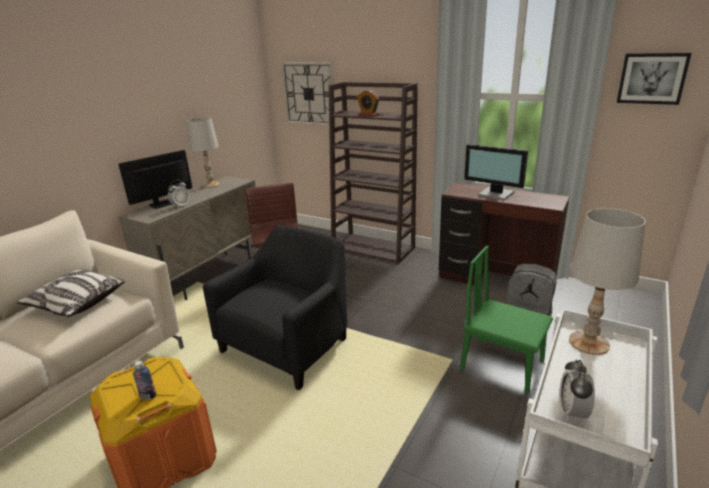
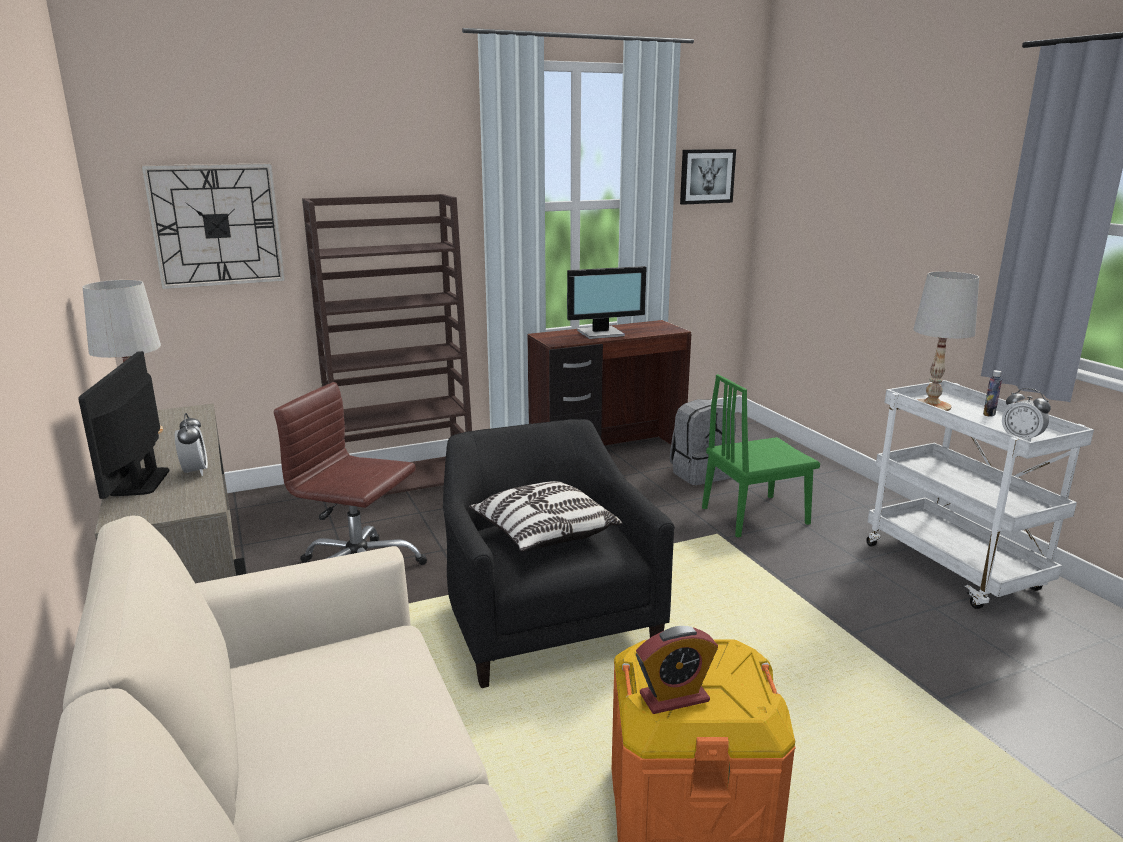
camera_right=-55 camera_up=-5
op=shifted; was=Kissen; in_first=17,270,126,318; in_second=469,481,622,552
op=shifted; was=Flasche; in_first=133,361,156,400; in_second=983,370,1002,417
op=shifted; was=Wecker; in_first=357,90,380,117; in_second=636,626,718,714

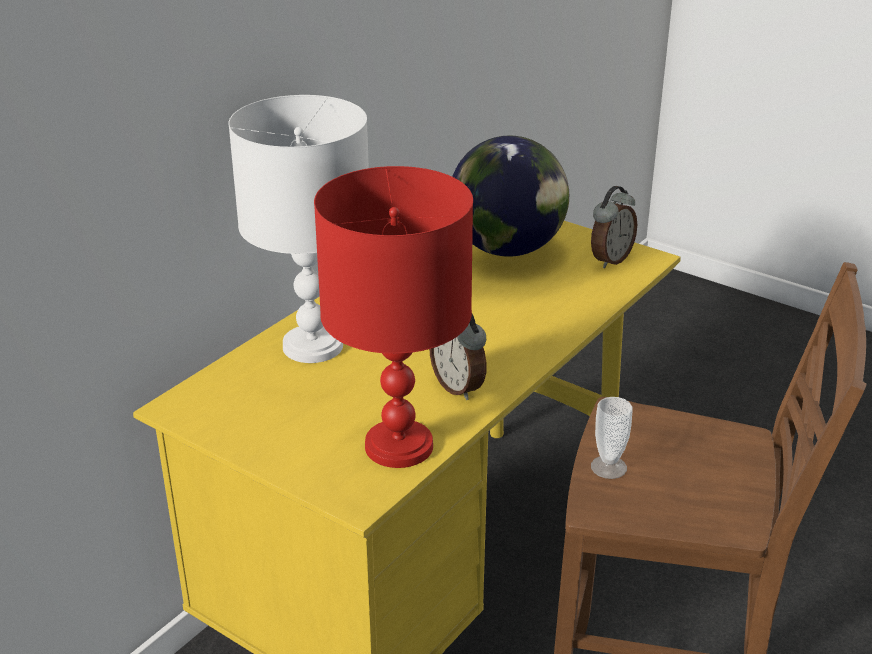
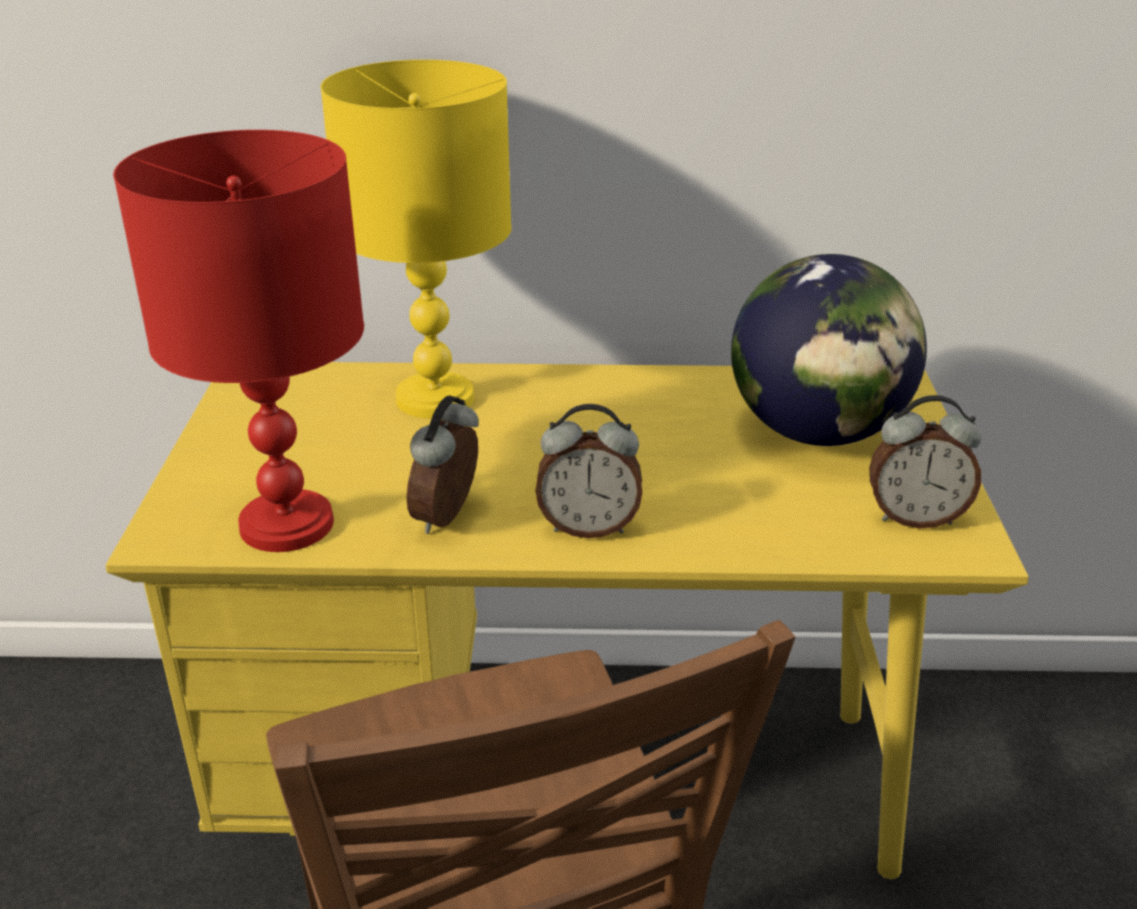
camera_right=55 camera_up=0
op=repainted; was=Tischlampe (weiß); now=Tischlampe (gelb); in_first=228,95,369,363; in_second=320,60,512,418
op=gone; was=Tasse; in_first=591,397,632,479
op=new; now=Wecker; in_second=536,404,642,538

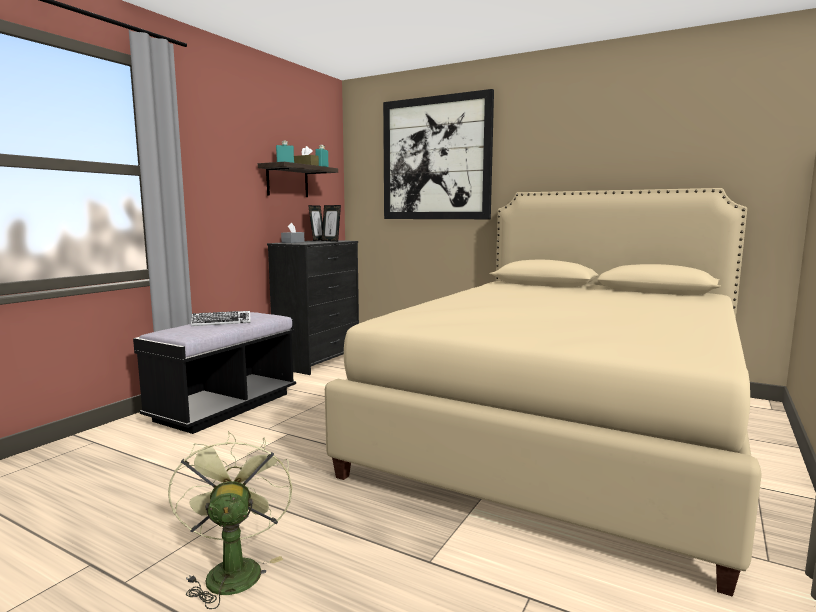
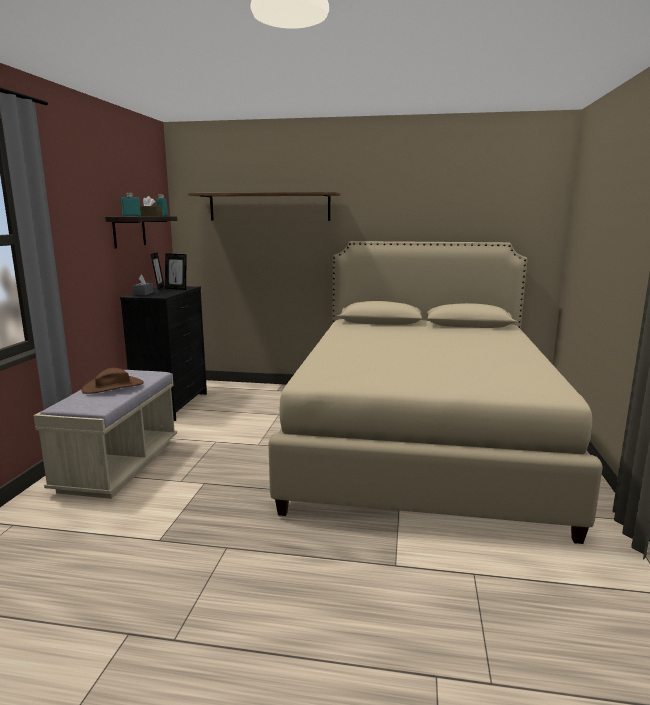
camera_right=-20 camera_up=5
op=repainted; was=Bank (schwarz); now=Bank (beige); in_first=133,312,296,434; in_second=34,370,177,499
op=gone; was=Ventilator (grün); in_first=168,431,292,609
op=swapped; was=Tastatur; now=Hut (braun); in_first=191,311,251,326; in_second=82,368,144,394
op=swapped; was=Bild; now=Wandregal; in_first=383,89,494,219; in_second=188,192,340,221

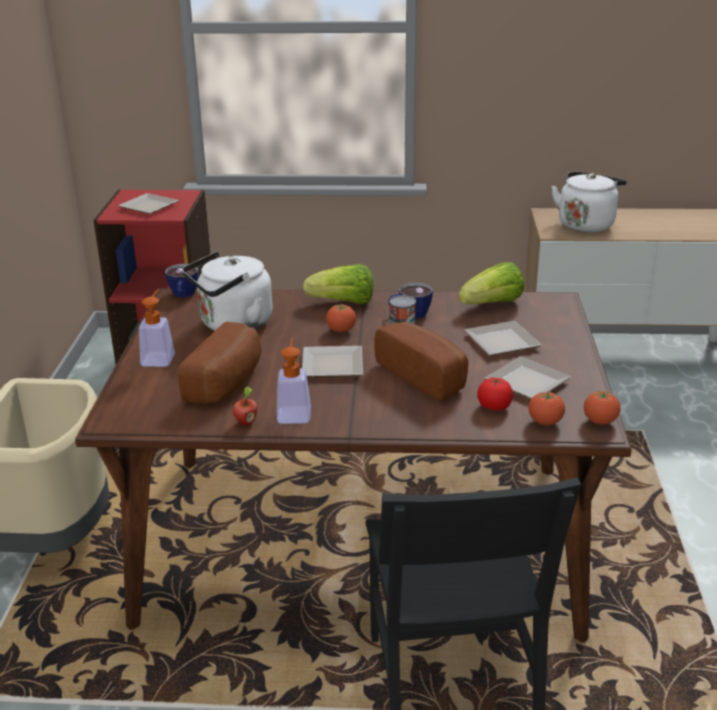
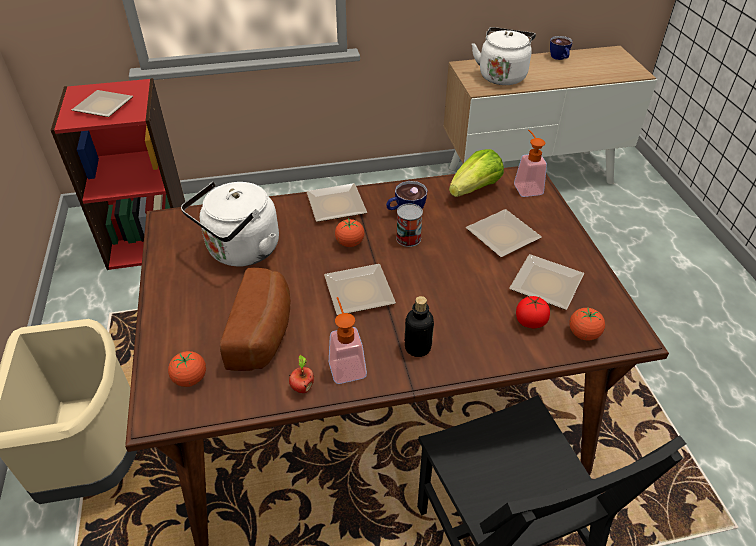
camera_right=-15 camera_up=15
op=shifted; was=Seifenspender; in_first=139,289,175,367; in_second=514,130,547,197
op=shifted; was=Tasse; in_first=165,264,198,297; in_second=550,36,573,60
op=swapped; was=Salatkopf; now=Teller; in_first=303,264,373,304; in_second=306,183,367,222
op=gone; was=Brot; in_first=374,322,468,401
op=shifted; was=Tomate; in_first=584,391,620,425; in_second=168,351,206,387
op=new; now=Flasche; in_second=405,296,434,357

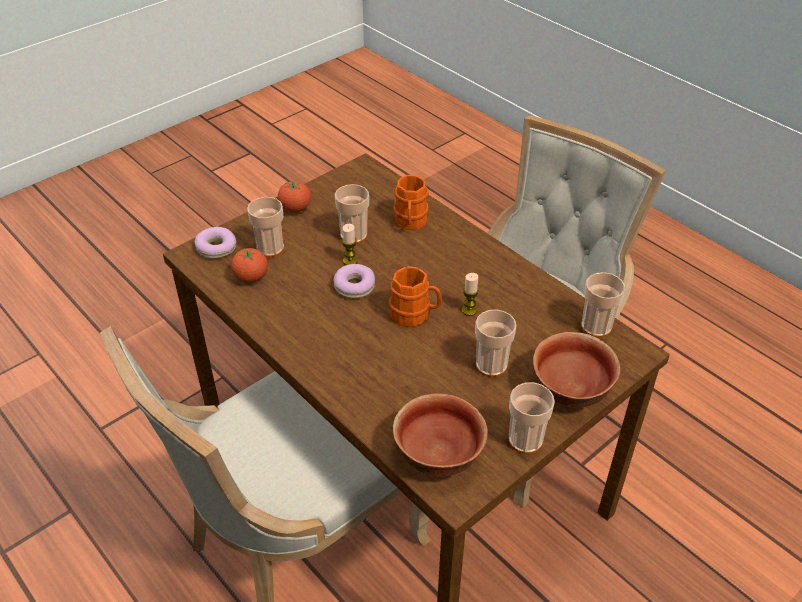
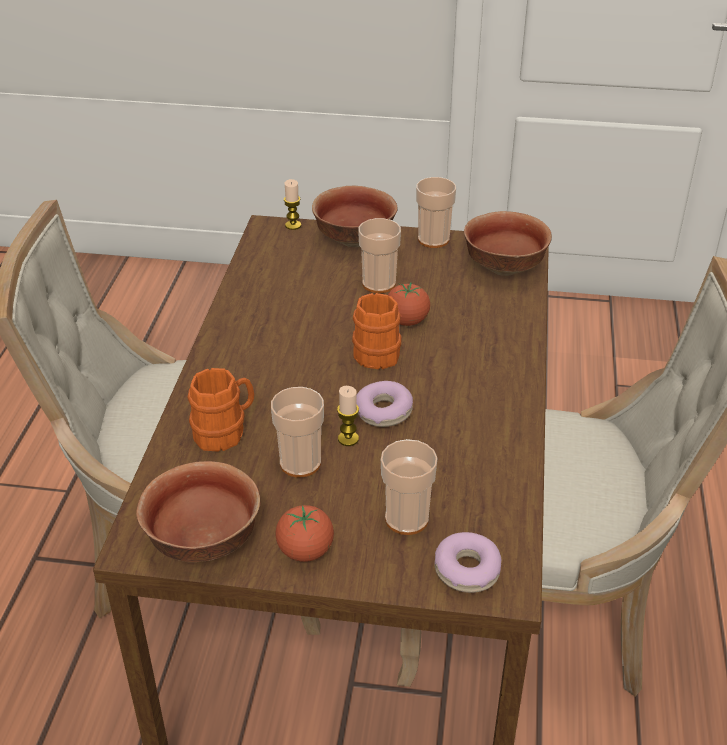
camera_right=-130 camera_up=-5
op=shifted; was=Tomate; in_first=231,248,268,283; in_second=388,282,430,326
op=shifted; was=Kerze; in_first=462,273,479,316; in_second=284,179,301,230
op=gone; was=Tasse; in_first=581,272,625,338
op=new; now=Schüssel; in_second=136,461,261,562

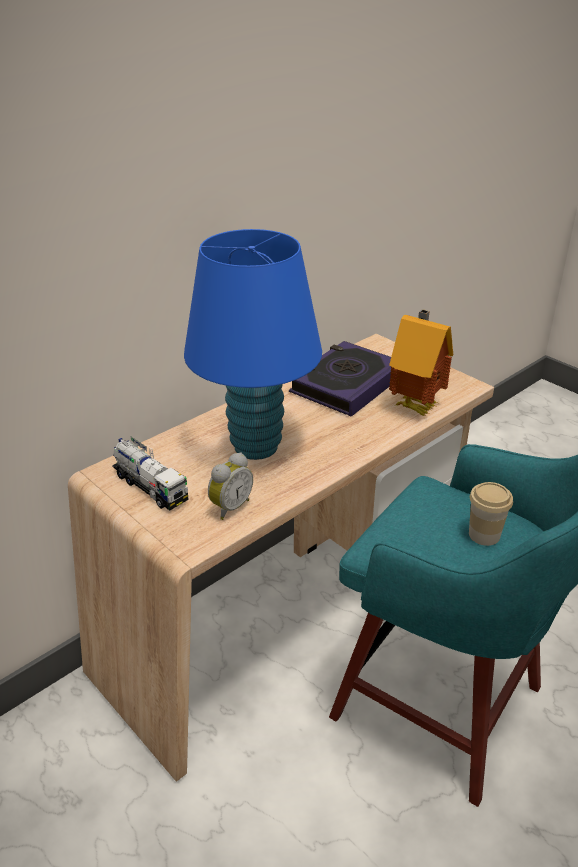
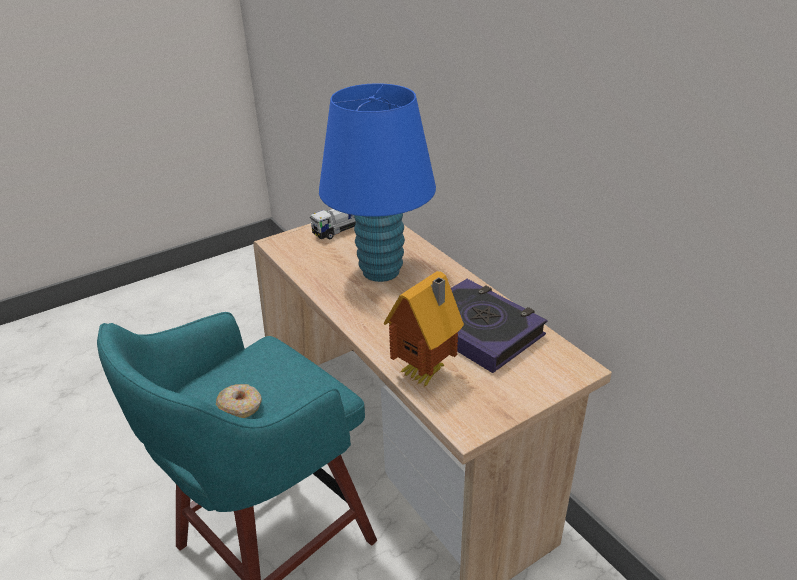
camera_right=100 camera_up=0
op=gone; was=Wecker; in_first=208,453,253,520
op=swapped; was=Tasse; now=Donut; in_first=469,482,513,546; in_second=216,384,262,418

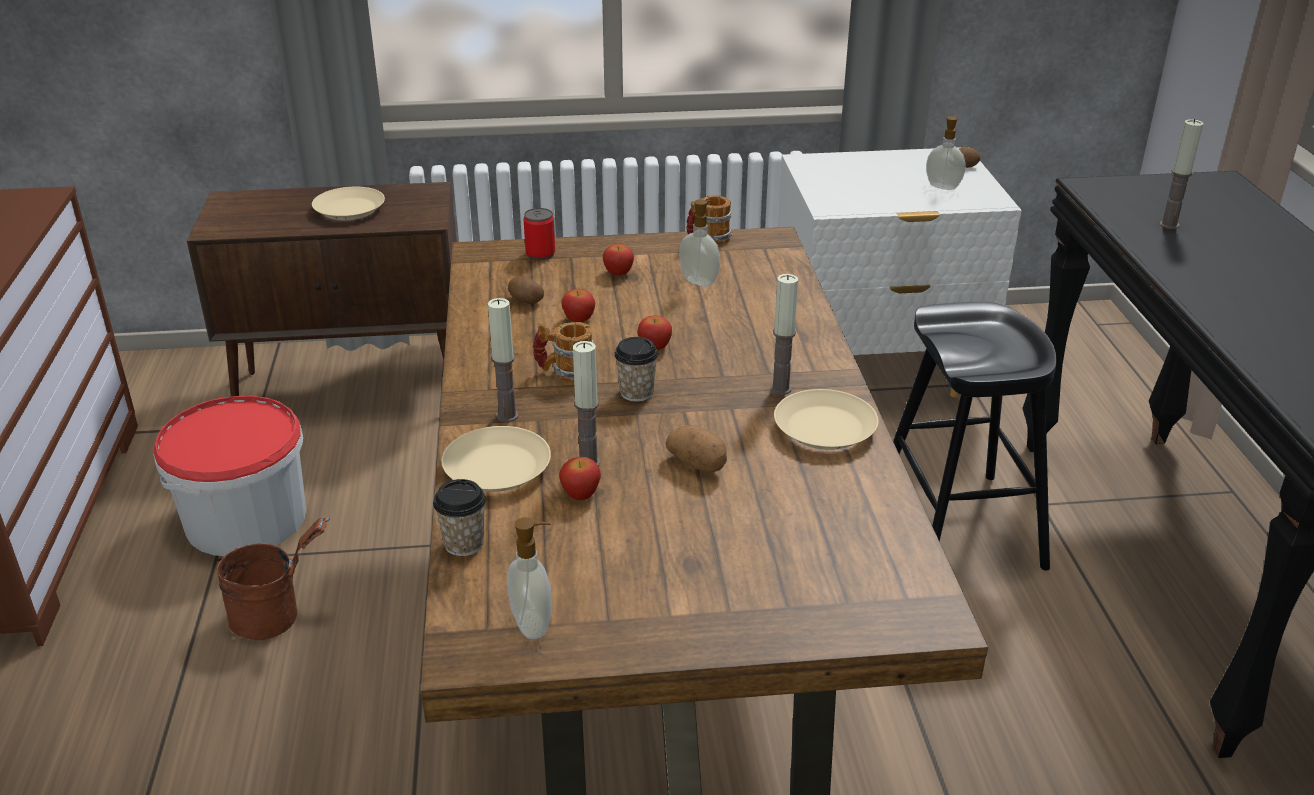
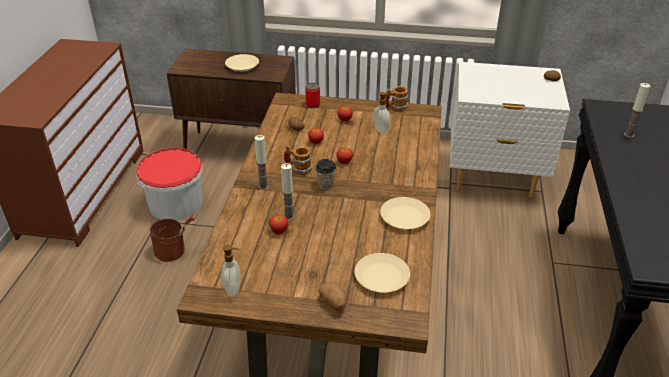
camera_right=15 camera_up=5
op=gone; was=Tasse; in_first=433,479,486,556
op=shifted; was=Teller (beige); in_first=442,426,551,492; in_second=355,253,410,293
op=shifted; was=Kartoffel; in_first=666,425,727,472; in_second=319,282,347,311
op=gone; was=Kerze; in_first=770,274,798,395
op=gone; was=Hocker (schwarz); in_first=893,302,1056,570
op=gone; was=Seifenspender; in_first=926,116,965,190

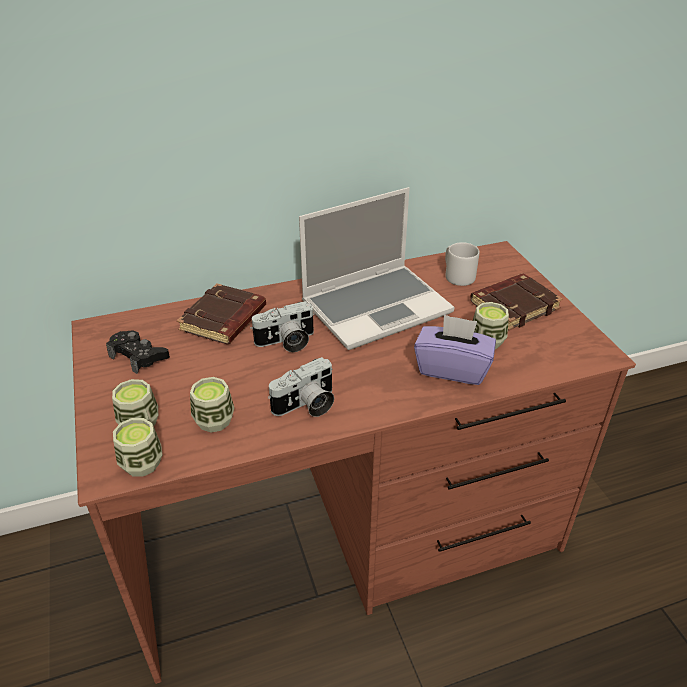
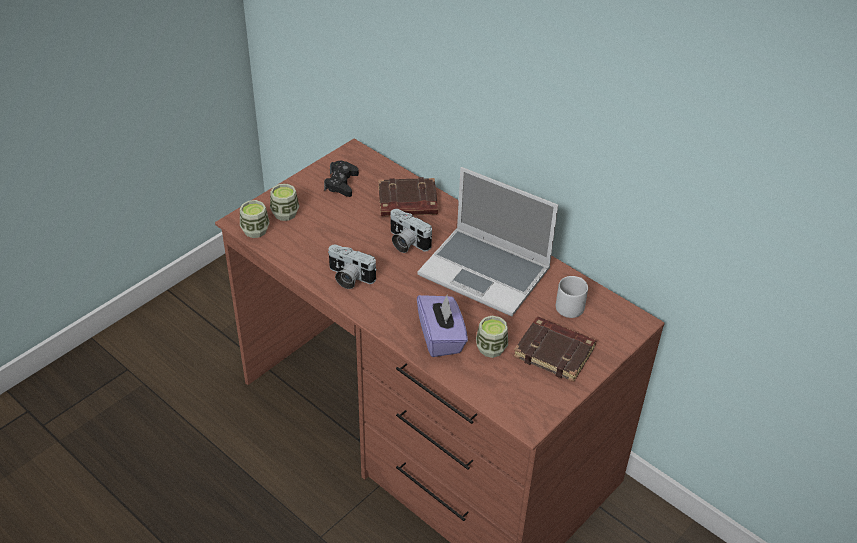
camera_right=60 camera_up=5
op=gone; was=Tasse; in_first=190,377,234,432

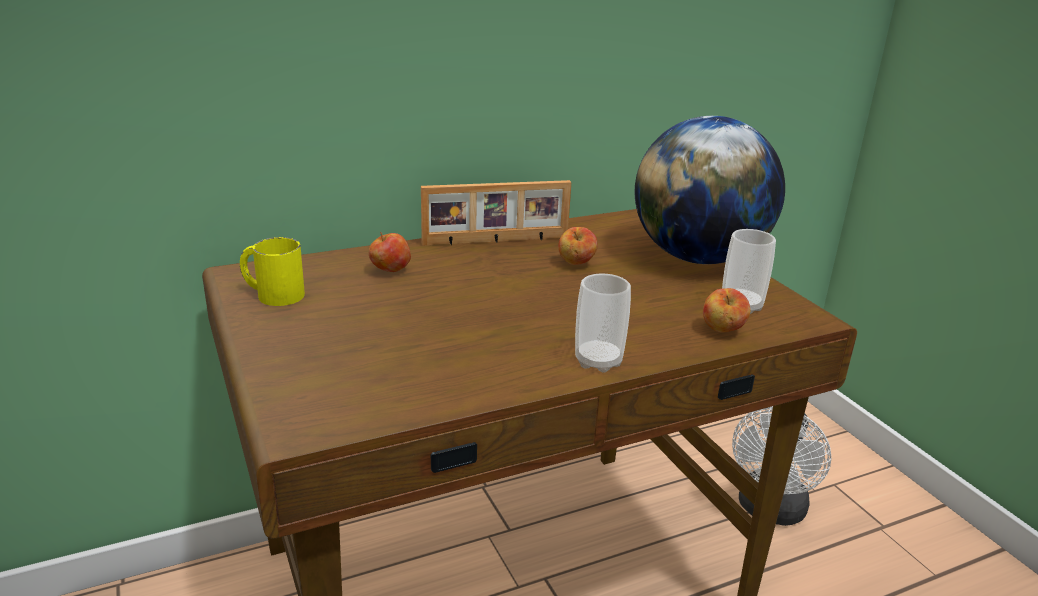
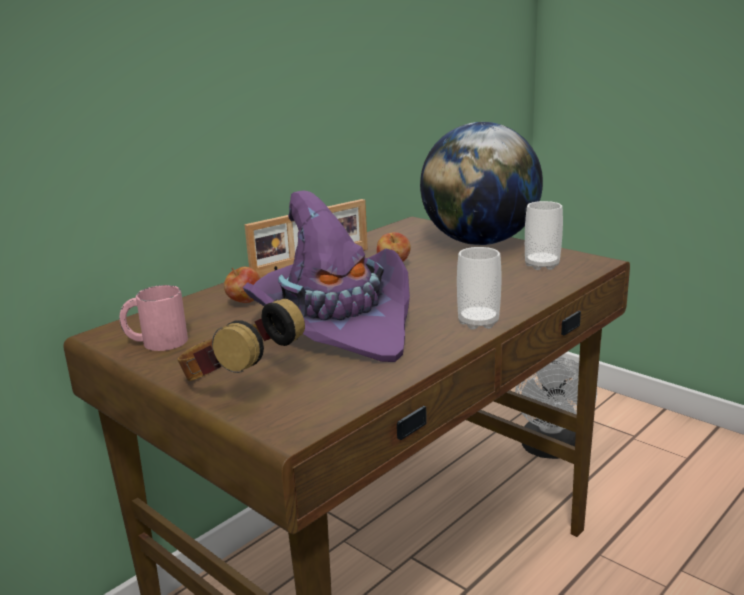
camera_right=-20 camera_up=-5
op=repainted; was=Henkelbecher (gelb); now=Henkelbecher (rosa); in_first=240,237,305,306; in_second=119,285,188,351
op=gone; was=Apfel; in_first=703,288,751,333
op=new; now=Kopfhörer; in_second=178,299,305,381
op=new; now=Hut (lila); in_second=243,190,410,362

